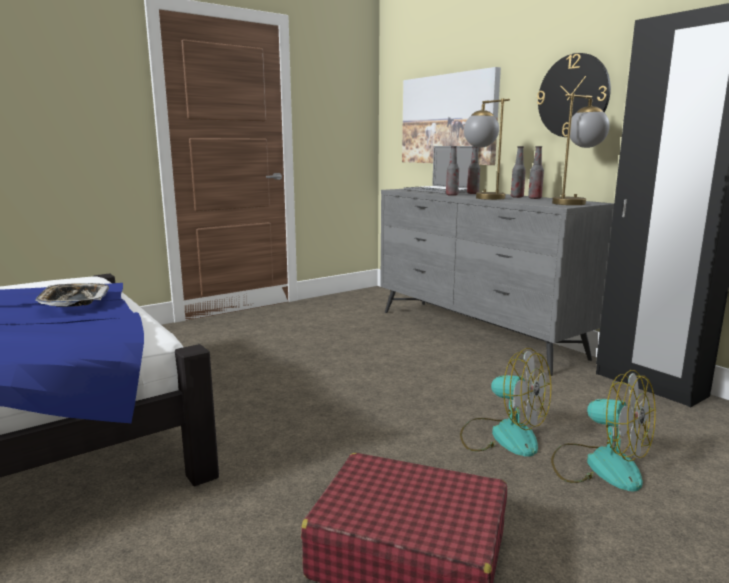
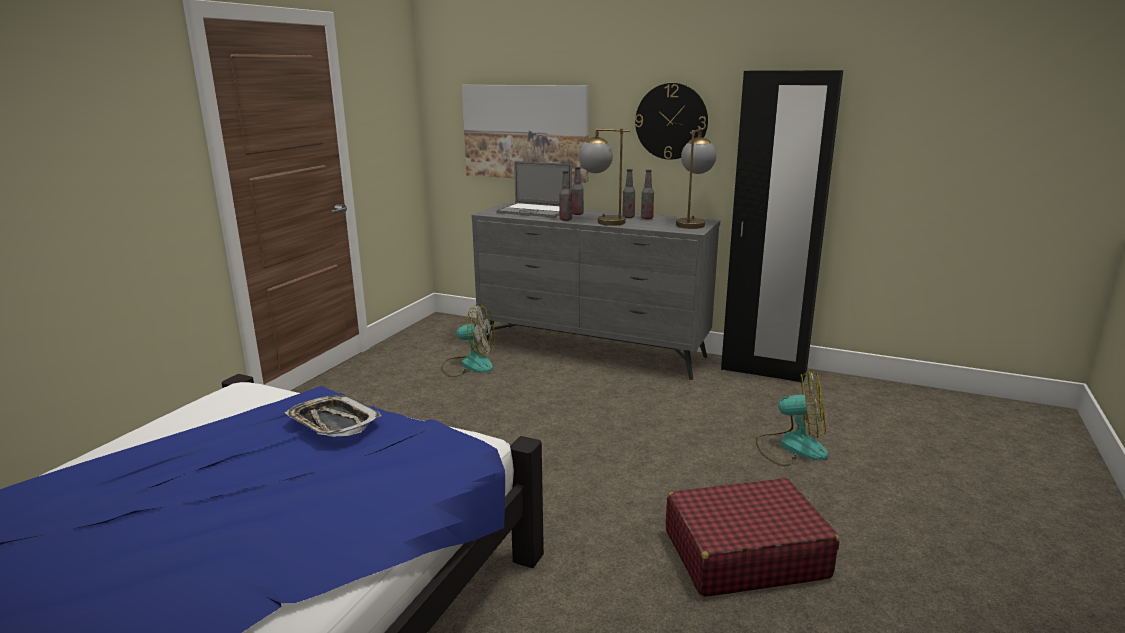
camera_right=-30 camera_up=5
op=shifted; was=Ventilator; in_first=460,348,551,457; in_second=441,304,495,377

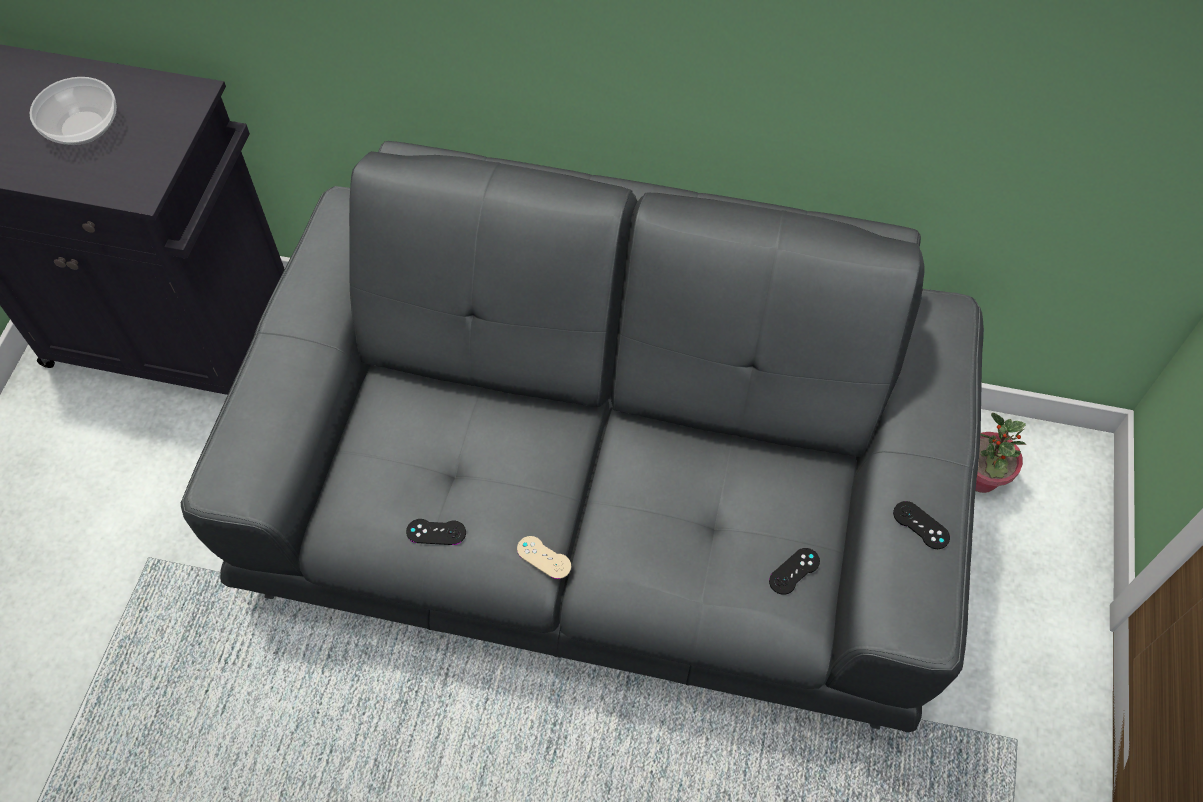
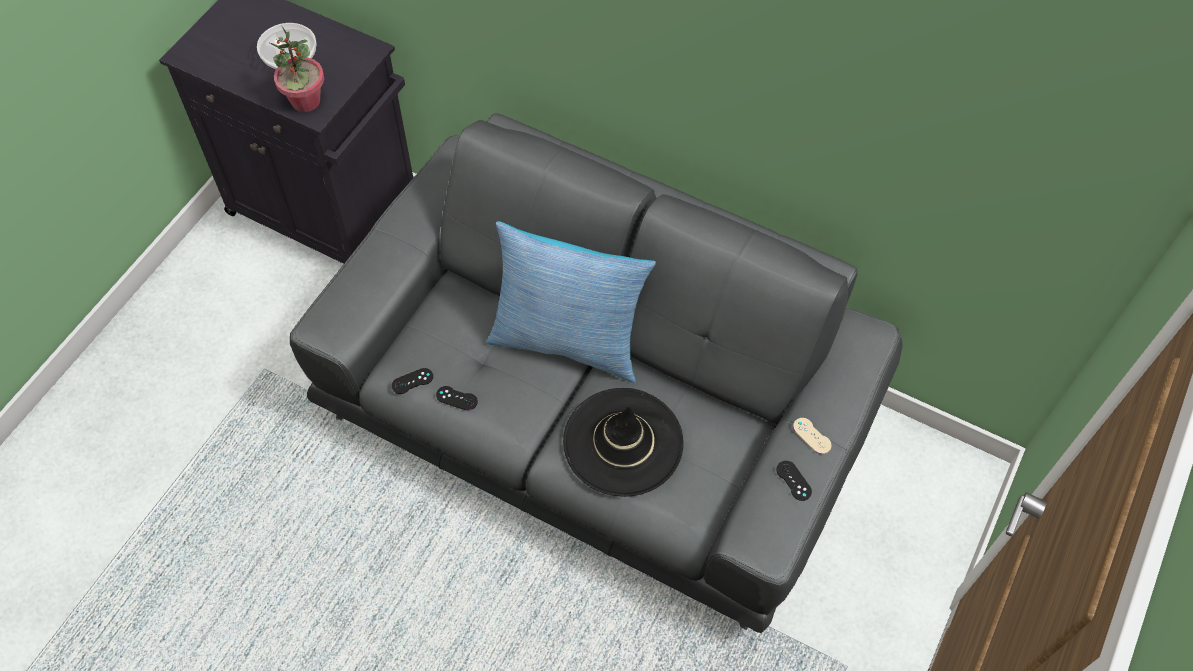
camera_right=15 camera_up=0
op=shifted; was=Gamepad (beige); in_first=517,536,571,579; in_second=793,418,832,454
op=shifted; was=Gamepad (schwarz); in_first=769,548,820,595; in_second=392,368,433,394
op=shifted; was=Topfpflanze; in_first=976,413,1026,493; in_second=270,25,324,112
op=new; now=Kissen; in_second=486,221,656,383
op=new; now=Hut (schwarz); in_second=563,388,684,497

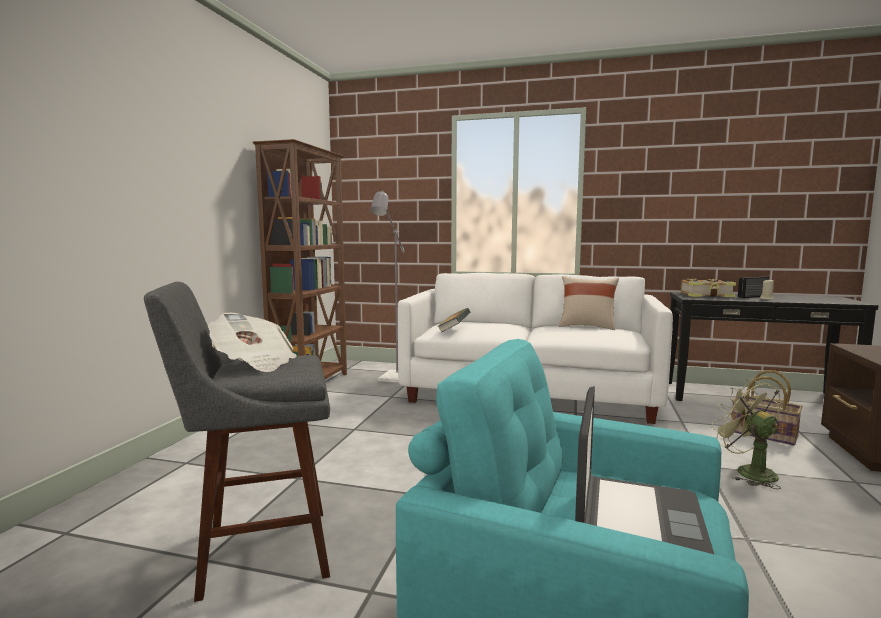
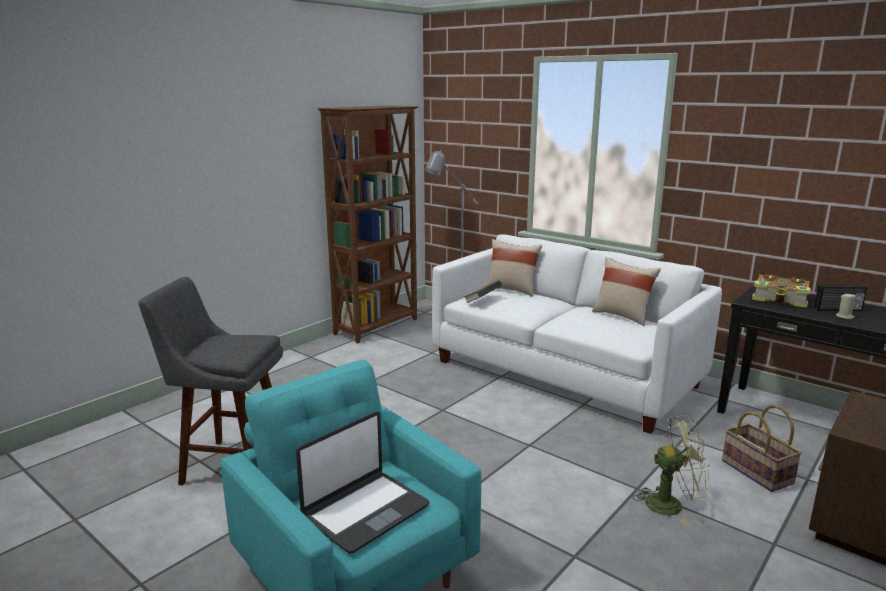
camera_right=25 camera_up=10
op=gone; was=Zeitung; in_first=208,313,297,372
op=rotated; was=Ventilator (grün); in_first=711,378,781,489; in_second=633,416,711,525; clockwise=90
op=new; now=Kissen (beige); in_second=485,239,542,297

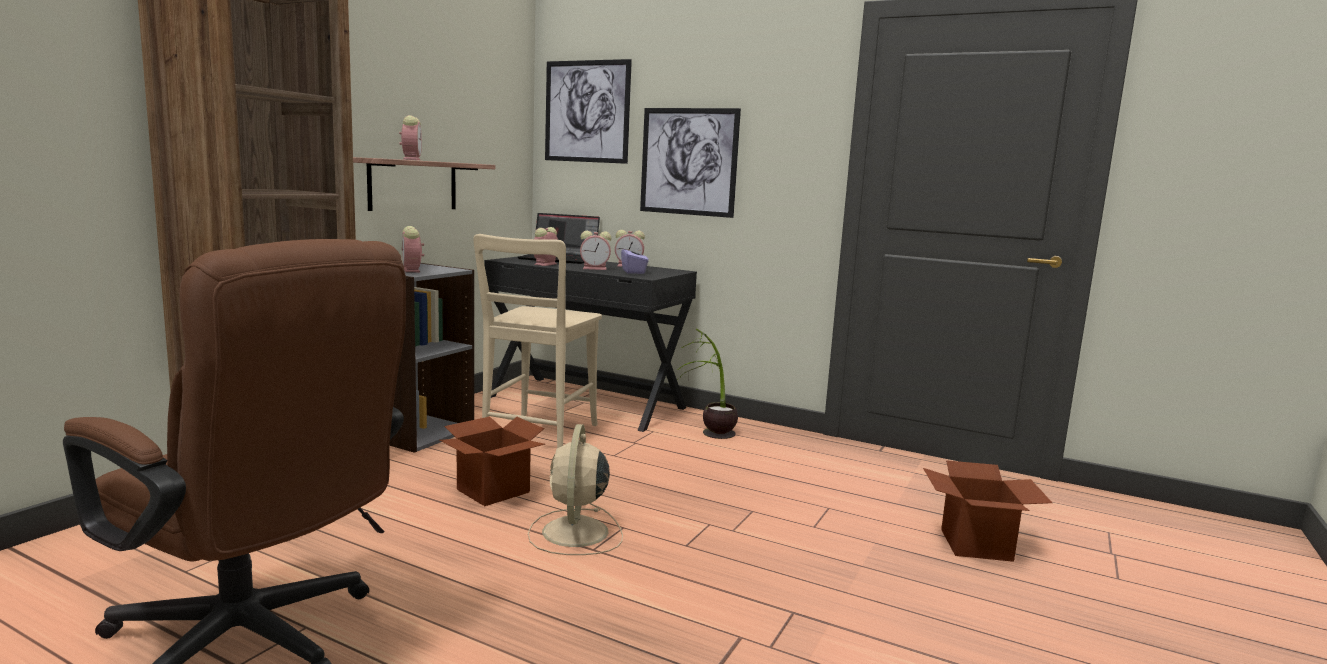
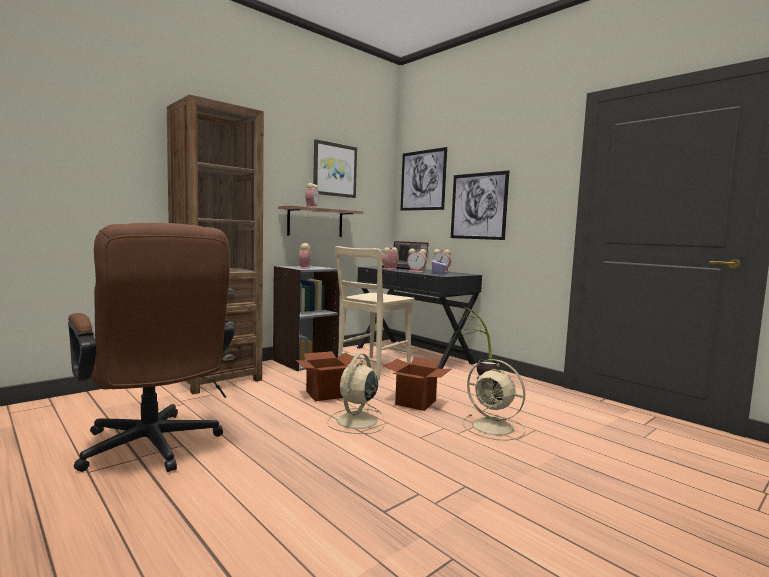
camera_right=20 camera_up=-5
op=shifted; was=Karton; in_first=923,460,1052,562; in_second=384,357,451,411
op=new; now=Bild; in_second=313,139,357,198
op=new; now=Ventilator (beige); in_second=462,359,526,441

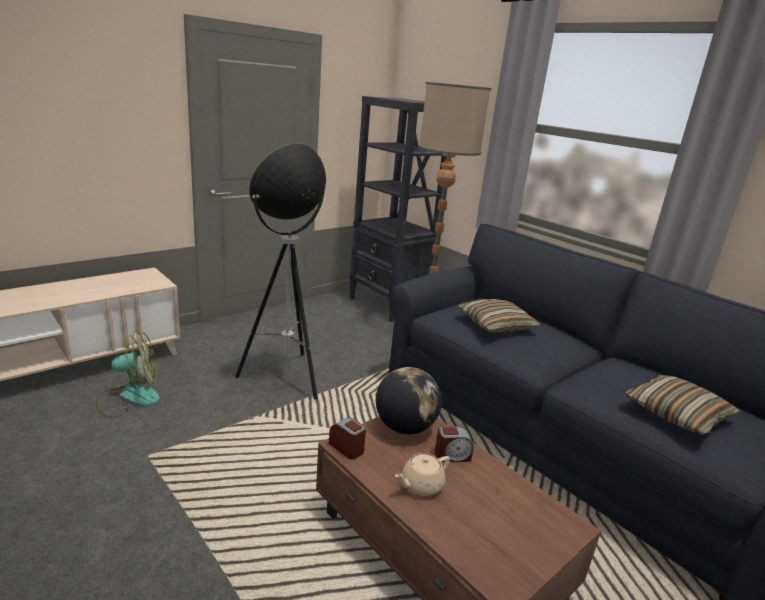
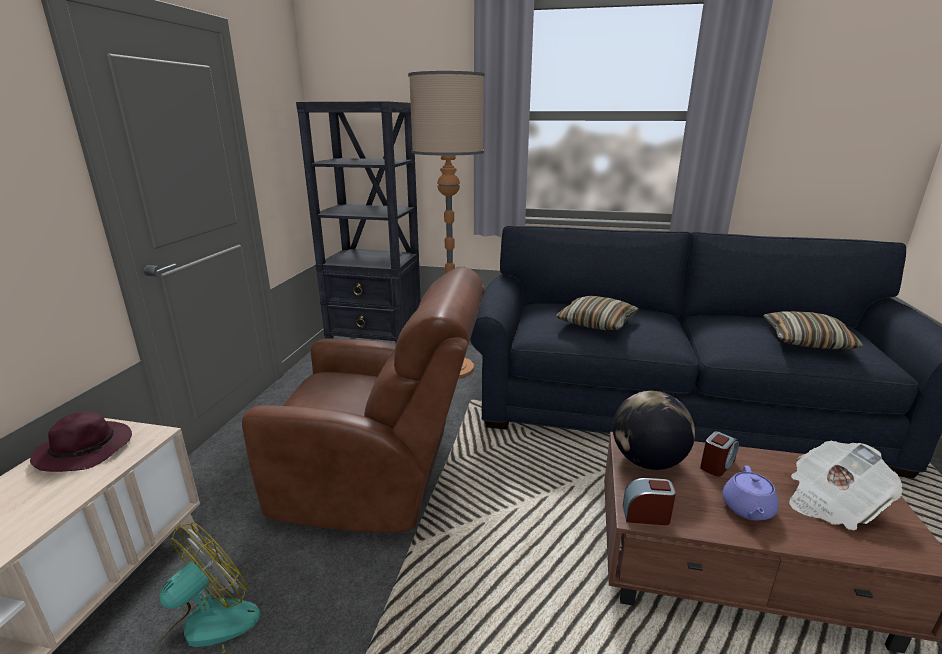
camera_right=-35 camera_up=0
op=swapped; was=Stehlampe; now=Sessel (braun); in_first=235,143,326,399; in_second=242,267,485,533
op=repainted; was=Teekanne (beige); now=Teekanne (lila); in_first=395,453,450,496; in_second=722,466,779,521
op=new; now=Hut (lila); in_second=30,411,132,472
op=new; now=Zeitung; in_second=789,441,903,530

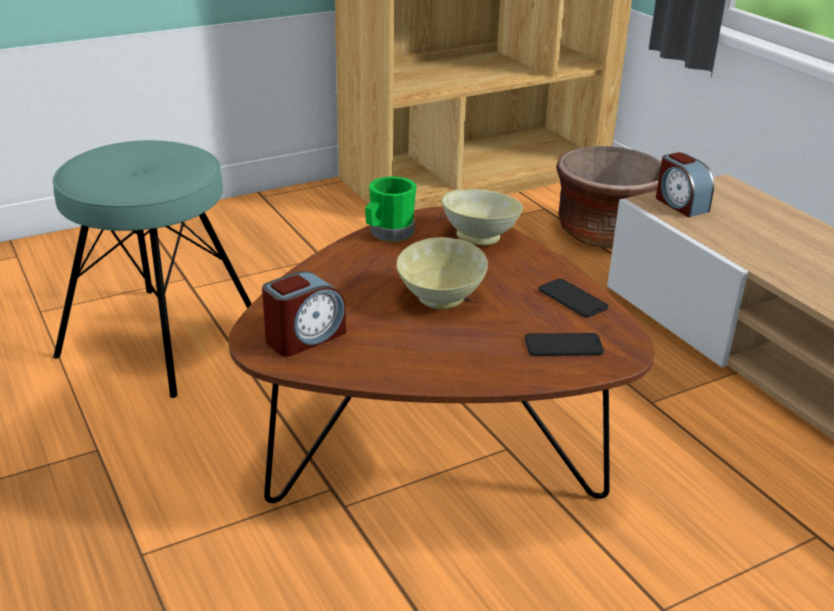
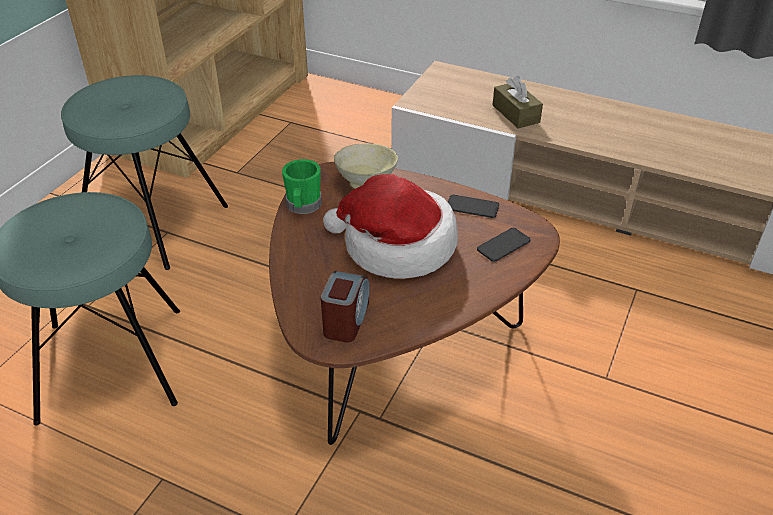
camera_right=-35 camera_up=10
op=swapped; was=Schüssel (beige); now=Hut; in_first=396,237,488,309; in_second=323,174,458,279
op=gone; was=Pflanzkübel (braun); in_first=556,146,661,248
op=gone; was=Wecker; in_first=656,152,714,217
op=new; now=Hocker (türkis); in_second=61,75,228,270
op=new; now=Taschentuchbox (braun); in_second=493,76,543,128

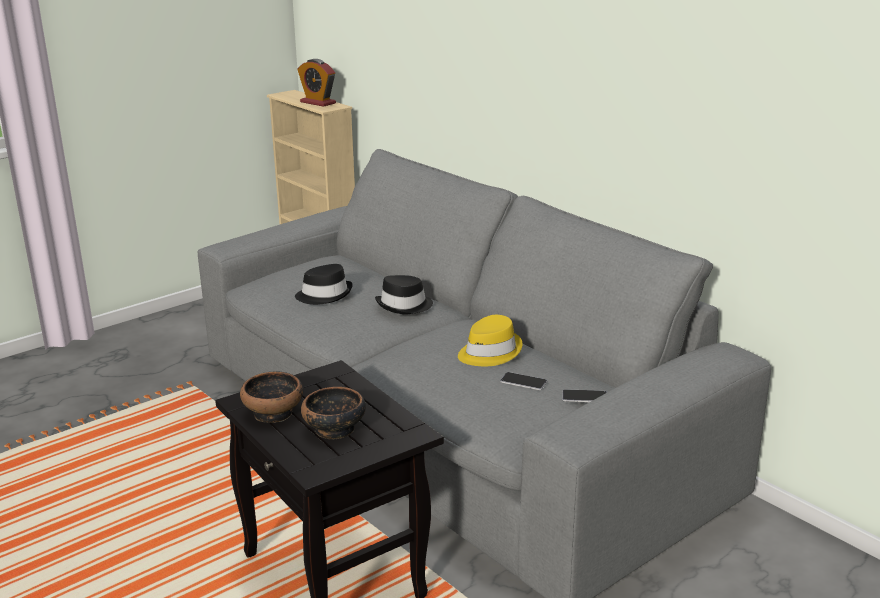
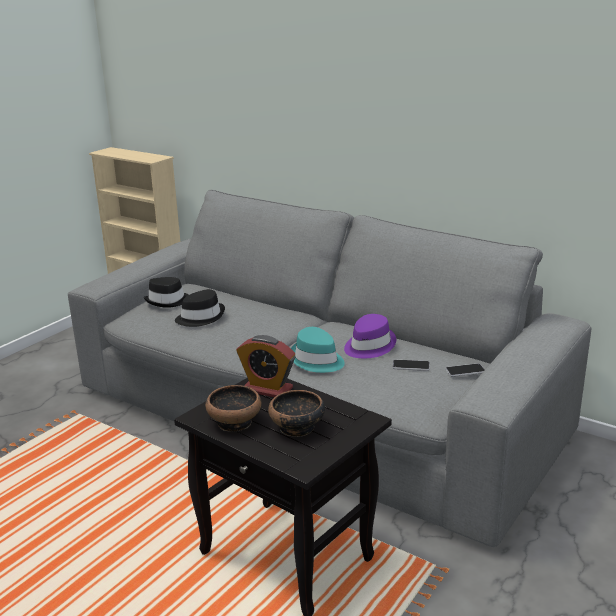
camera_right=-15 camera_up=0
op=shifted; was=Wecker; in_first=298,59,336,107; in_second=236,335,295,397
op=shifted; was=Hut (schwarz); in_first=375,275,433,314; in_second=143,277,189,308
op=repainted; was=Hut (gelb); now=Hut (lila); in_first=458,315,523,366; in_second=344,314,396,358
op=new; now=Hut (türkis); in_second=291,327,345,373

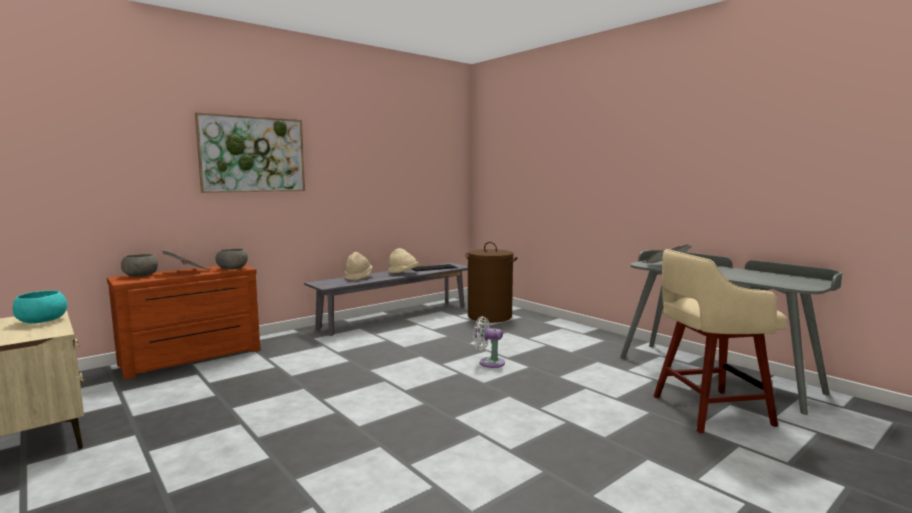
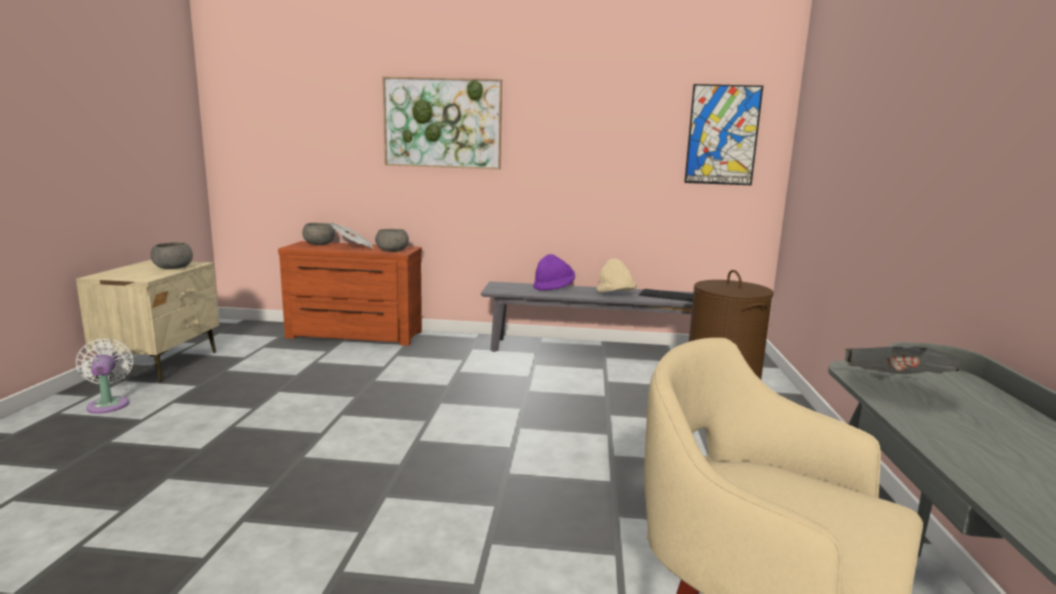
camera_right=45 camera_up=5
op=repainted; was=Schüssel (türkis); now=Schüssel (grau); in_first=13,291,67,324; in_second=151,242,193,269
op=repainted; was=Hut (beige); now=Hut (lila); in_first=344,252,373,281; in_second=533,254,575,291
op=shifted; was=Ventilator (weiß); in_first=473,316,505,368; in_second=76,339,133,414
op=new; now=Bild; in_second=684,84,763,185

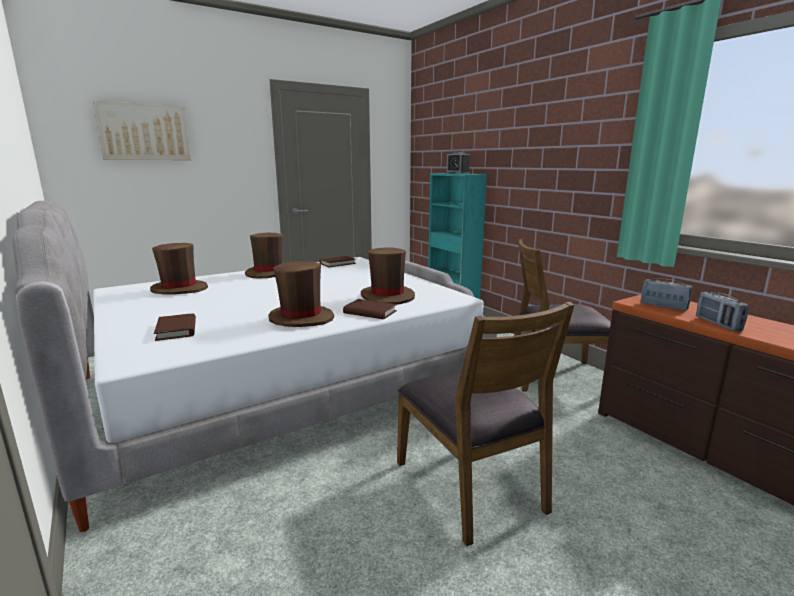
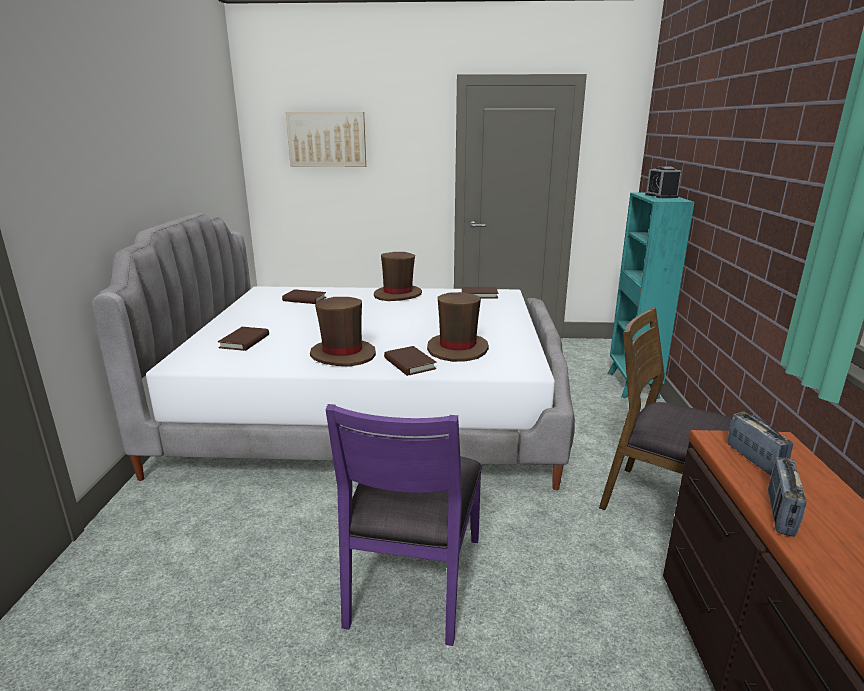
camera_right=35 camera_up=5
op=swapped; was=Hut (braun); now=Buch (braun); in_first=150,243,208,294; in_second=282,289,326,304
op=repainted; was=Stuhl (braun); now=Stuhl (lila); in_first=397,301,574,546; in_second=325,404,482,646

